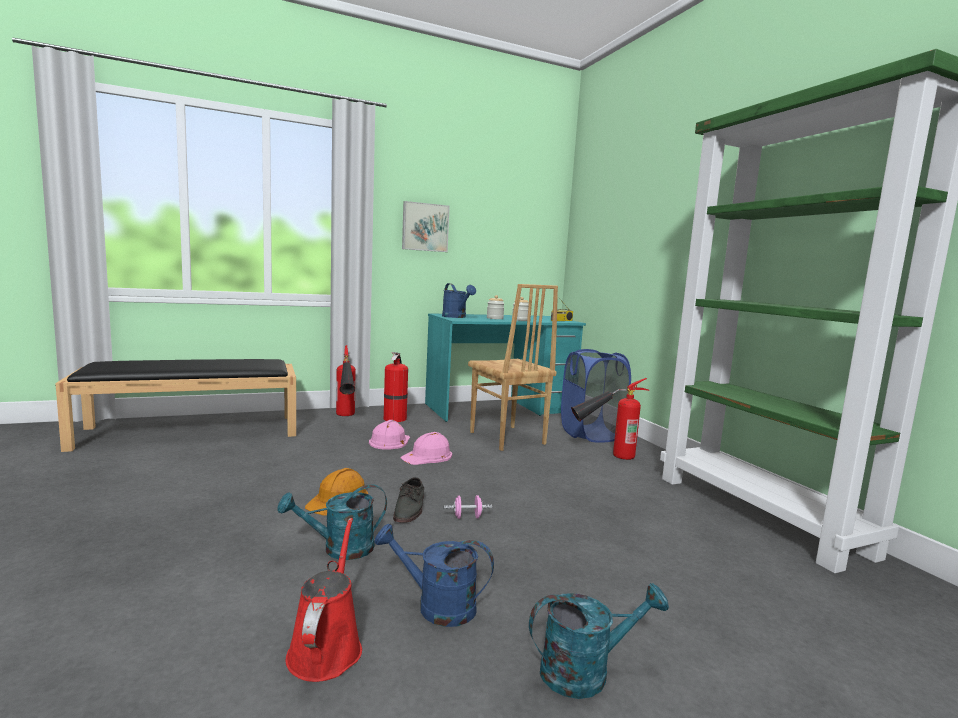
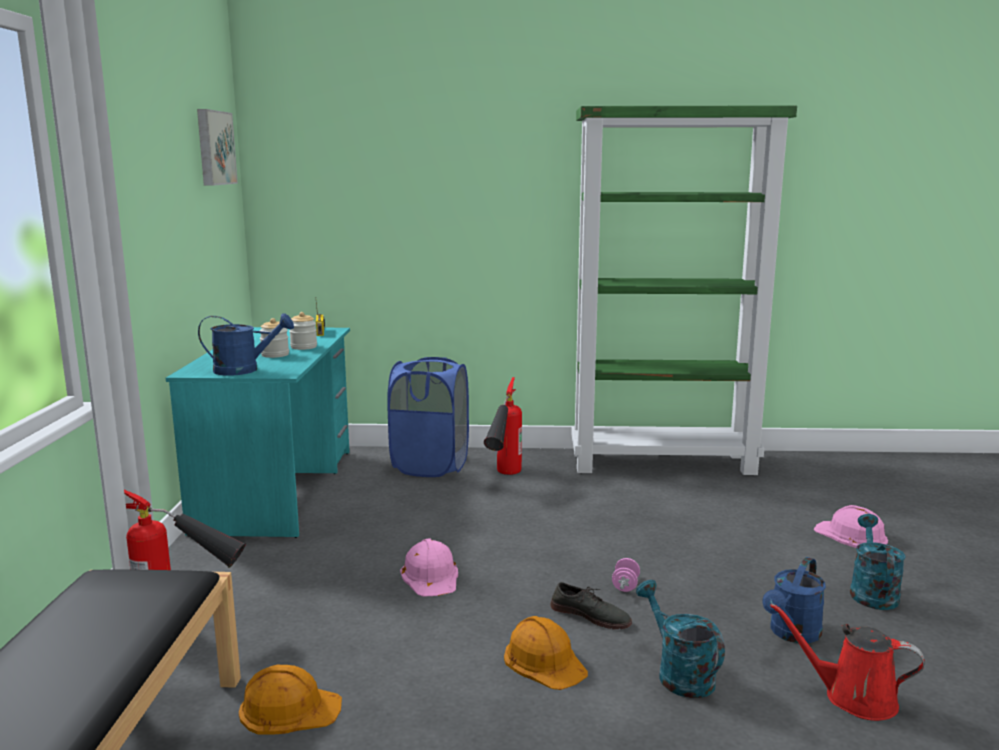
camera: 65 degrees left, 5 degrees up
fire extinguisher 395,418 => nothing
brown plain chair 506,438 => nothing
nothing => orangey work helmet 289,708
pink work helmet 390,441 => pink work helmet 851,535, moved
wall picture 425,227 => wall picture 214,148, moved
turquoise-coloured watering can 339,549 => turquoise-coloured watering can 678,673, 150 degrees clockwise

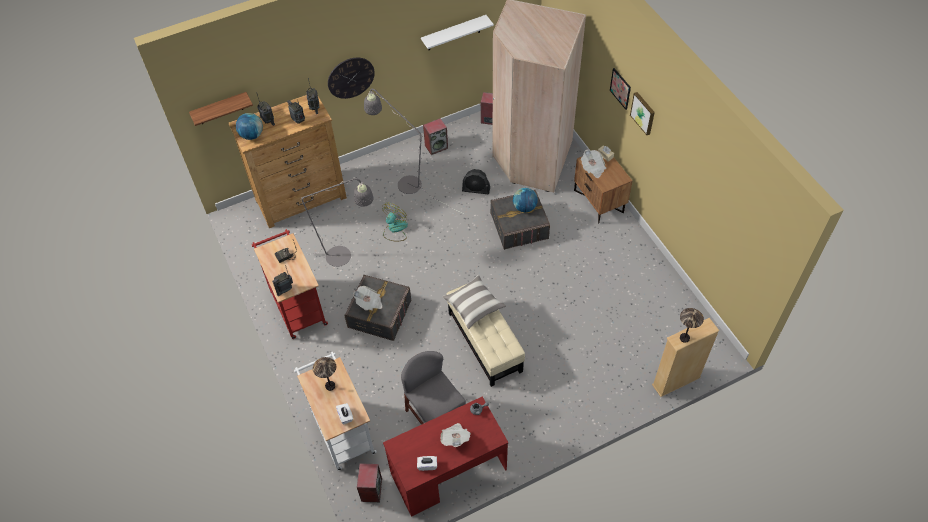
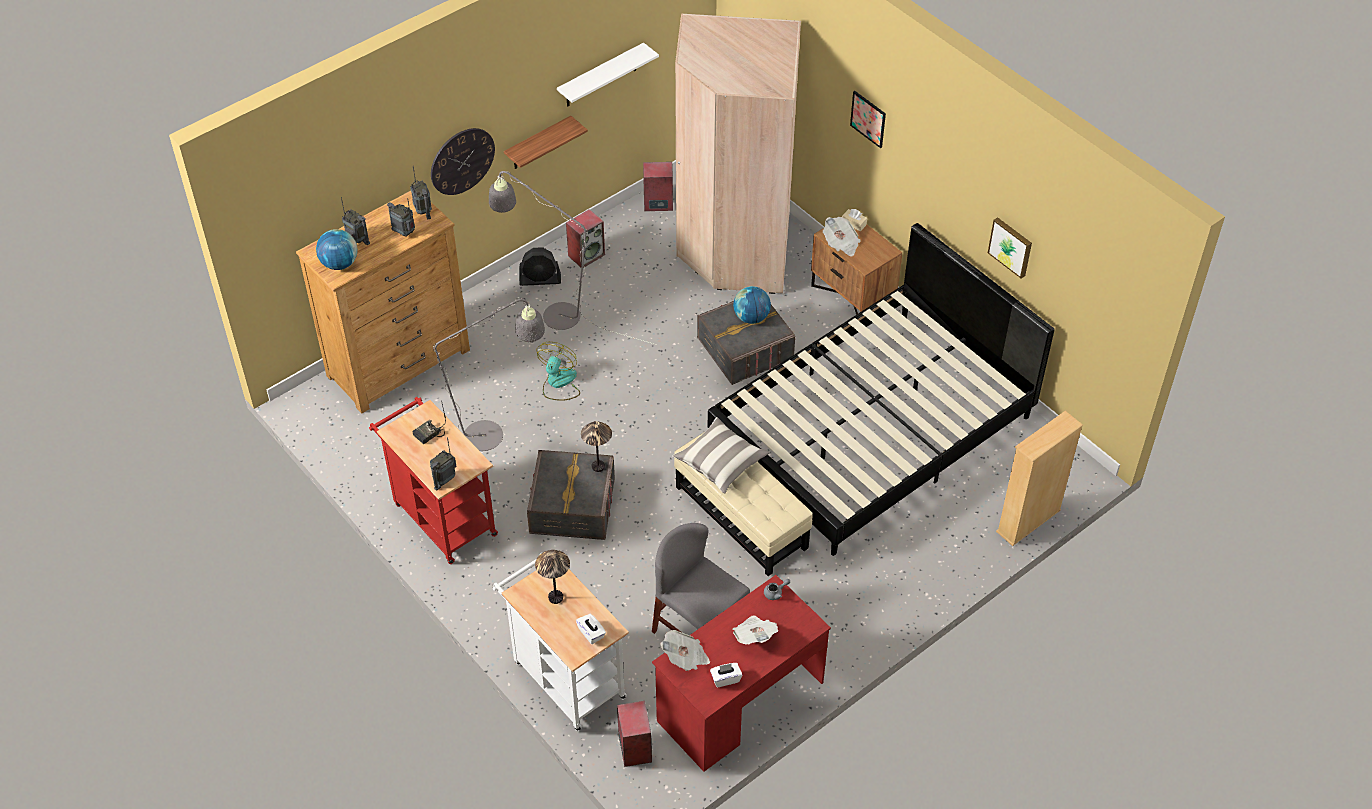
camera: 15 degrees left, 5 degrees down
nothing => blackish bed 872,429
wall shelf 220,109 => wall shelf 538,144, moved
printed paper 369,303 => printed paper 685,658, moved
blackish cooling fan 476,189 => blackish cooling fan 540,280, moved
wall picture 643,113 => wall picture 1011,246, moved
tabletop lamp 684,338 => tabletop lamp 598,466, moved

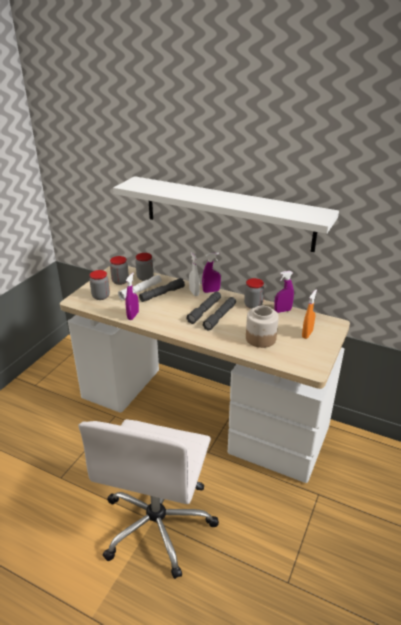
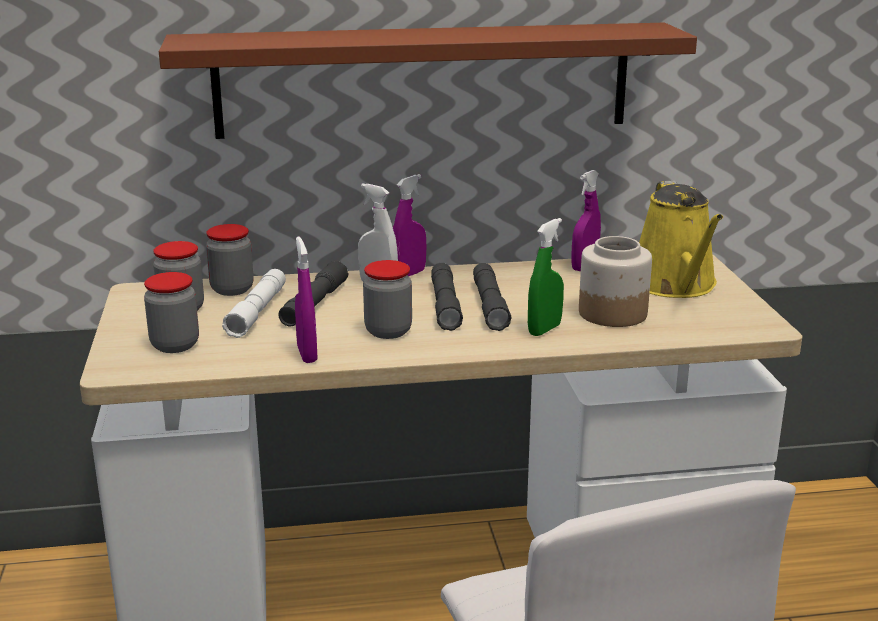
camera: 35 degrees left, 10 degrees down
nothing => green-coloured sprayer 544,330
preserve jar 253,305 => preserve jar 388,331, moved
orangey sprayer 307,334 => yellowish watering can 675,285
white-coloured wall shelf 227,213 => brown wall shelf 423,80

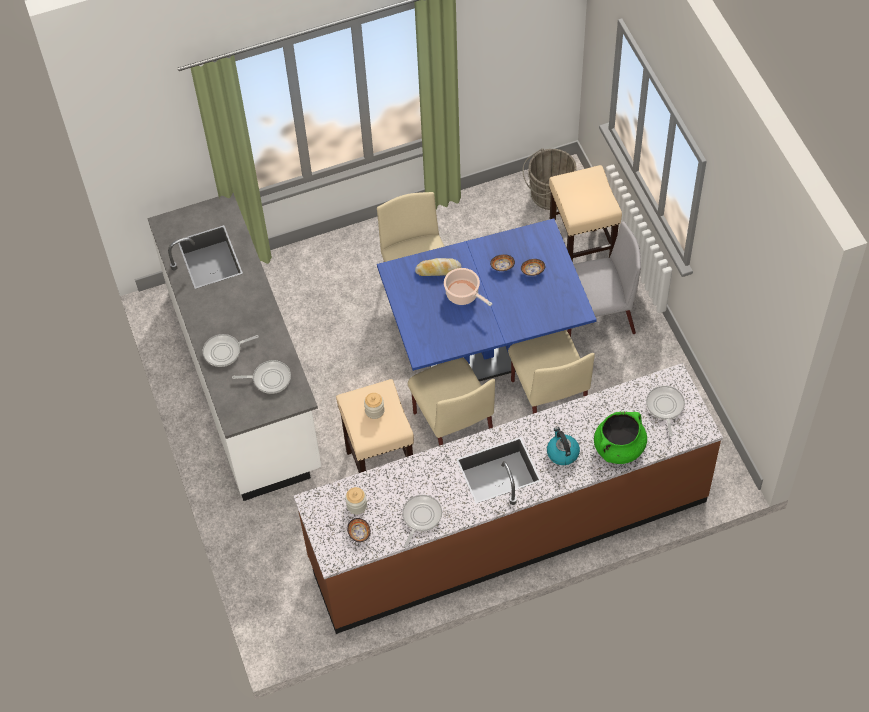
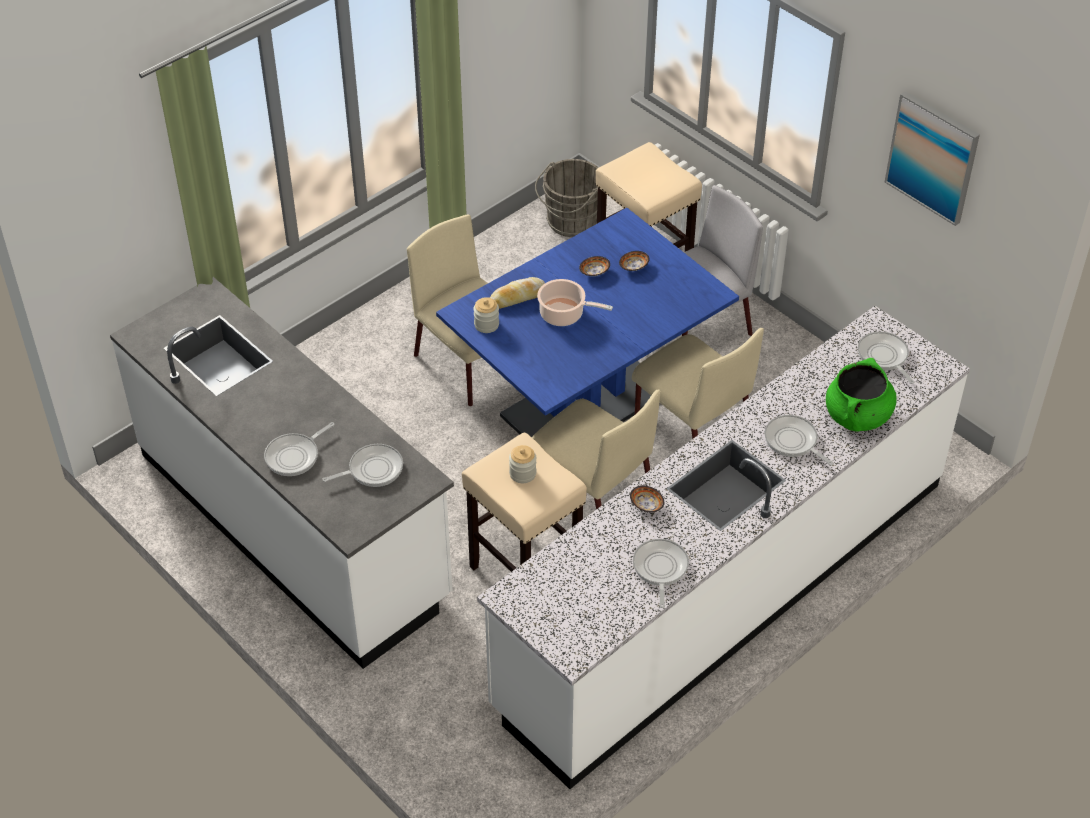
camera: 25 degrees left, 10 degrees down
nothing => wall picture 932,157
preserve jar 357,505 => preserve jar 486,324, moved
serving bowl 359,534 => serving bowl 646,506, moved
tea kettle 562,453 => frying pan 793,441
brown kitchen counter 508,530 => white-coloured kitchen counter 723,592

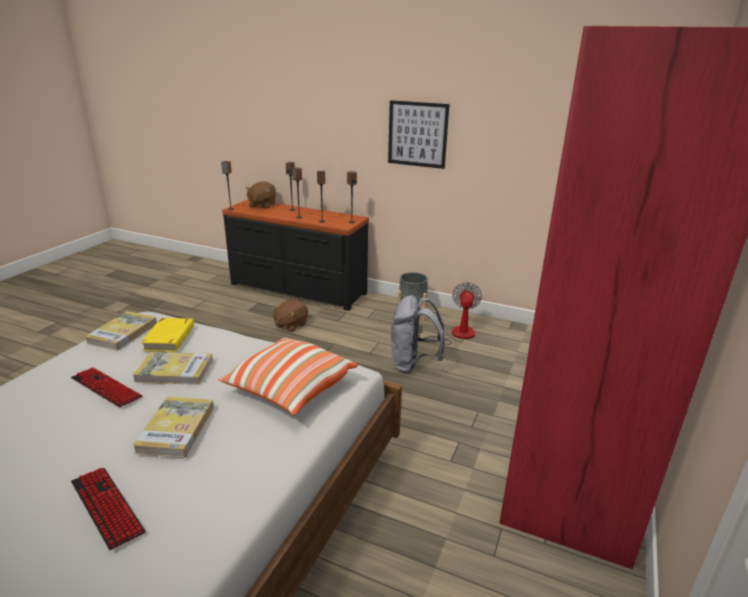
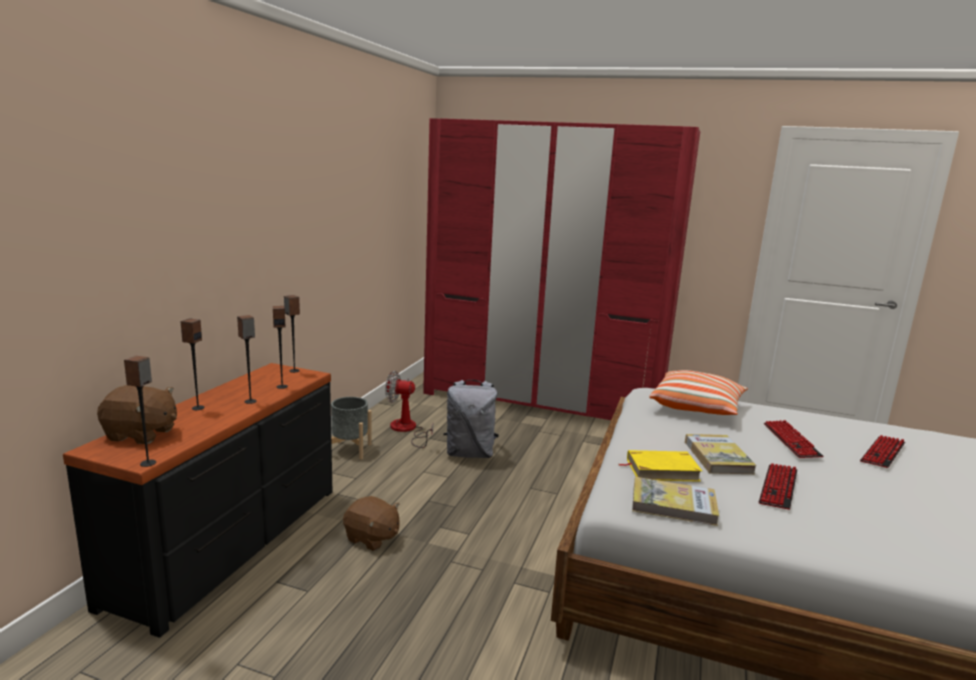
camera: 95 degrees left, 10 degrees down
wall picture 417,134 => nothing
bound book 176,429 => computer keyboard 791,440

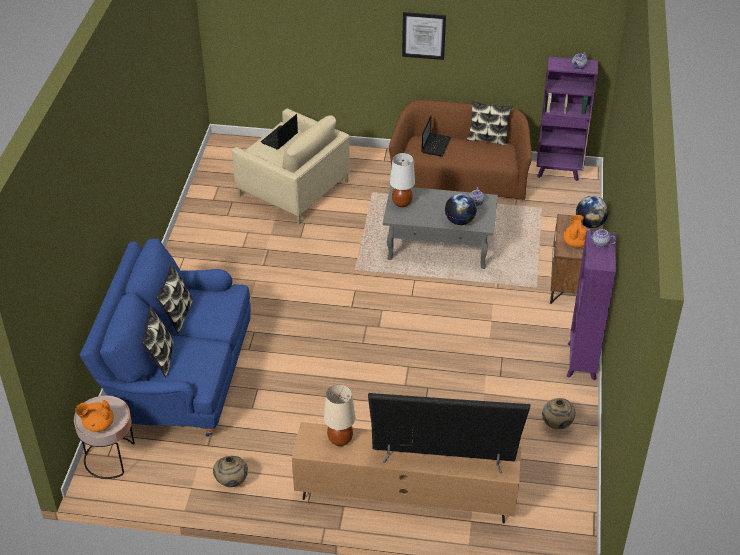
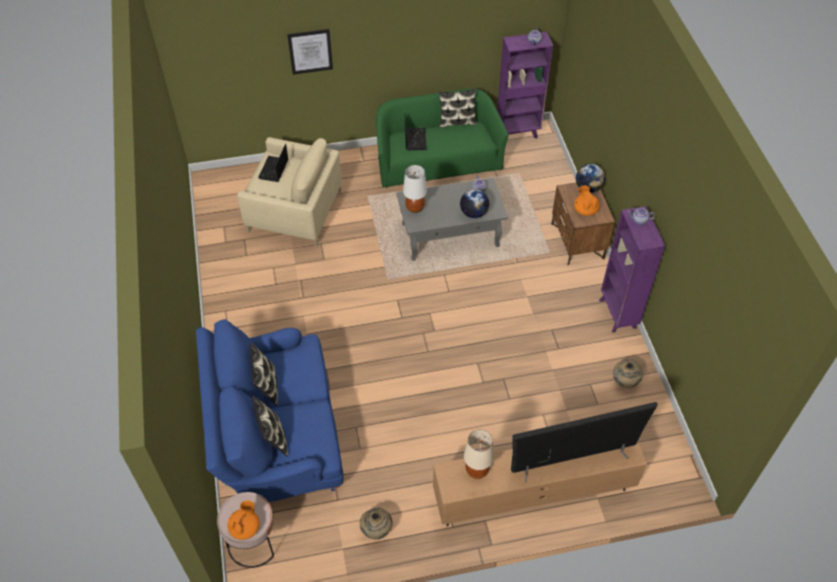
camera: 20 degrees left, 10 degrees up
wall picture 423,35 => wall picture 310,51, moved
brown couch 459,177 => green-coloured couch 437,160
orangey pot for tea 98,424 => orangey pot for tea 245,527, 150 degrees clockwise

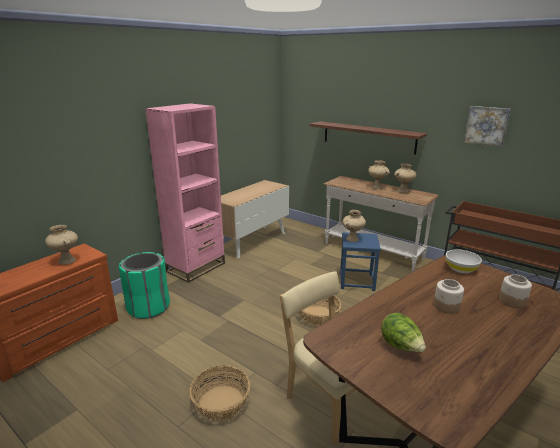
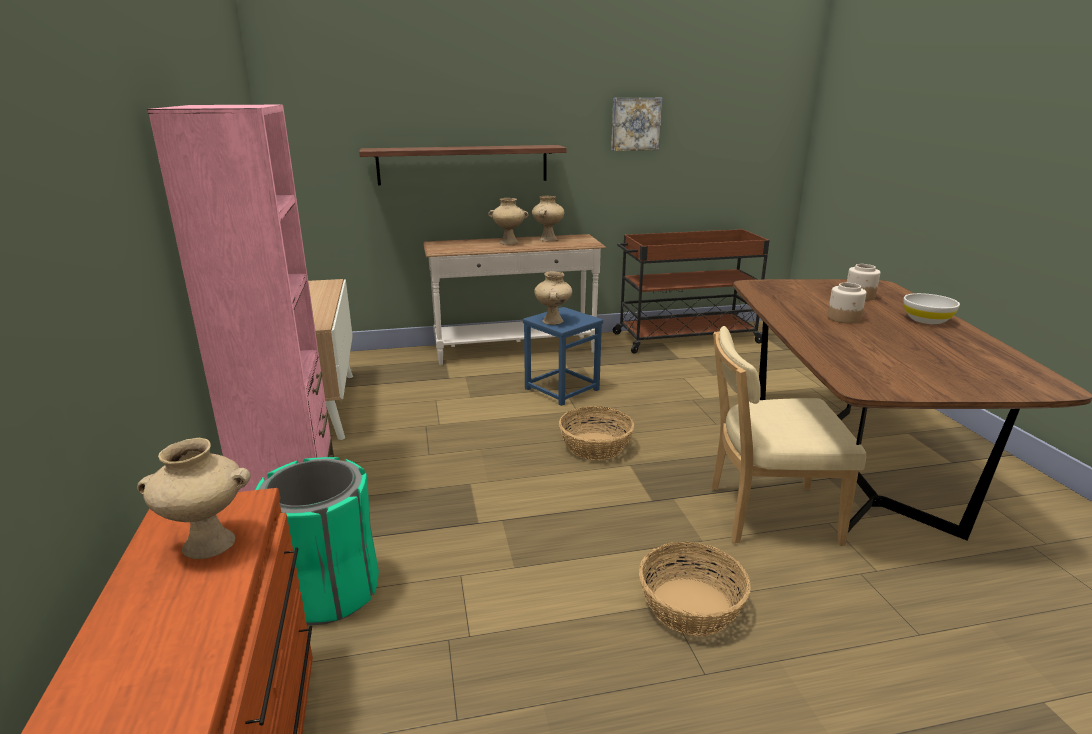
camera: 50 degrees left, 0 degrees up
lettuce 401,346 => nothing
white-coloured serving bowl 461,269 => white-coloured serving bowl 926,320, moved

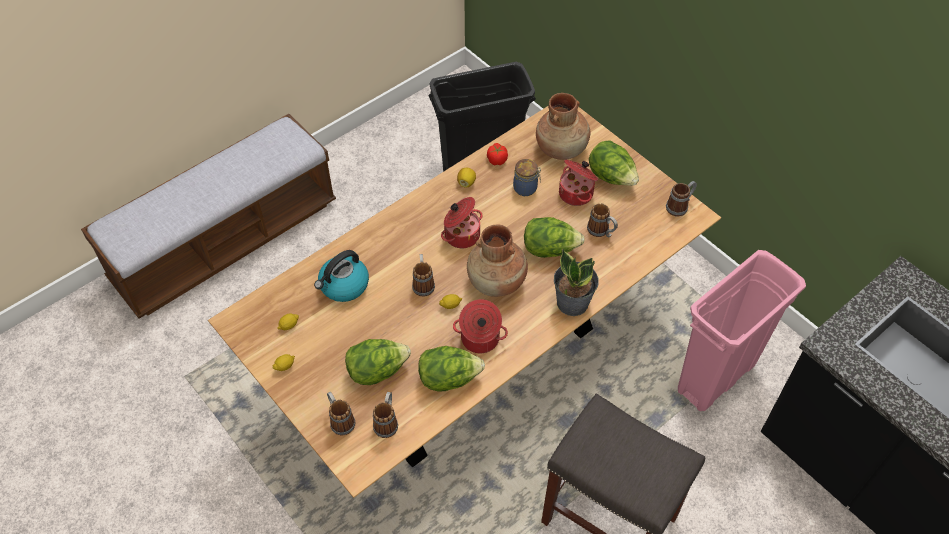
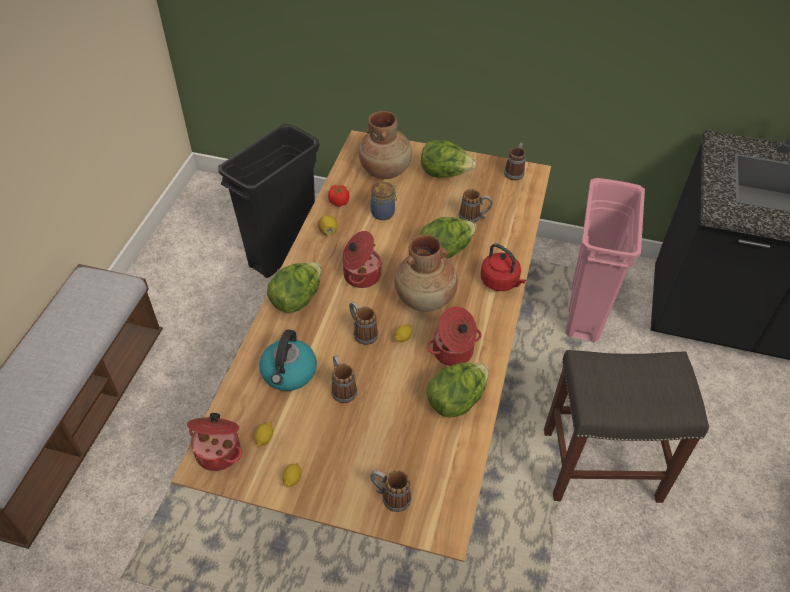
camera: 35 degrees left, 5 degrees down
lettuce 377,371 => lettuce 297,299, moved
coffee mug 387,422 => coffee mug 342,388, moved
stockpot 576,193 => stockpot 219,451, moved
plant in a pot 572,302 => red tea kettle 501,282

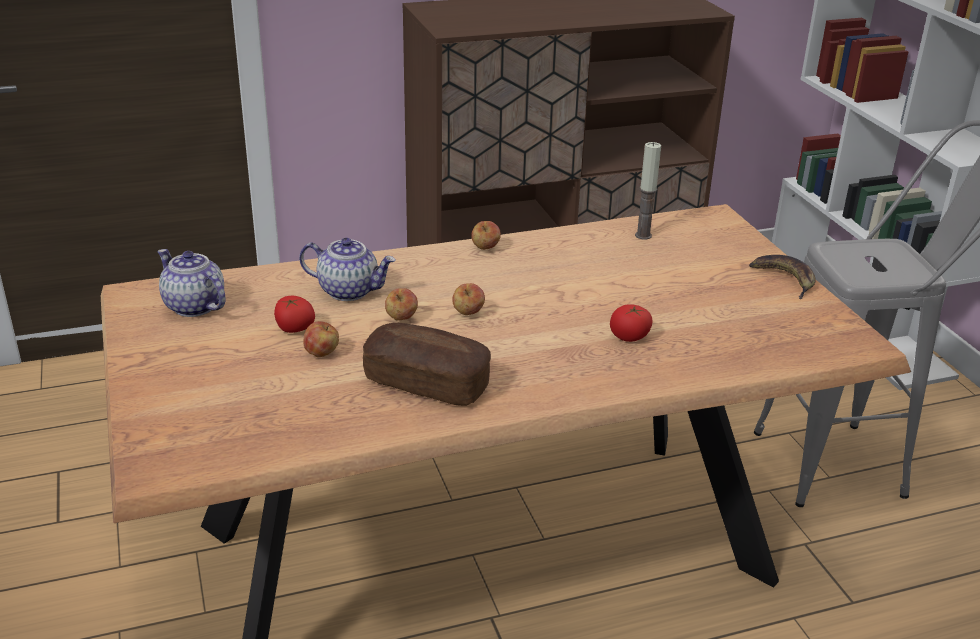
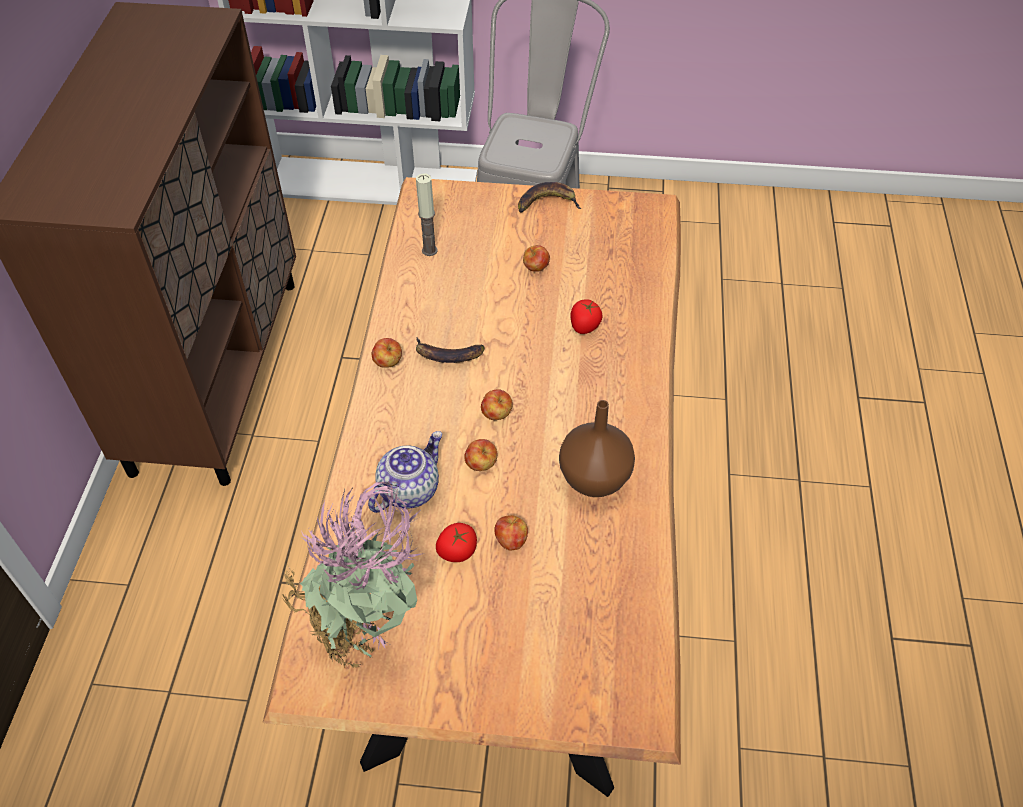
camera: 65 degrees left, 20 degrees up
nothing => whole banana 447,355
nothing => apple fruit 536,268
pot for tea 193,306 => plant in a pot 367,629
baked bread 427,383 => brown vase 592,479

